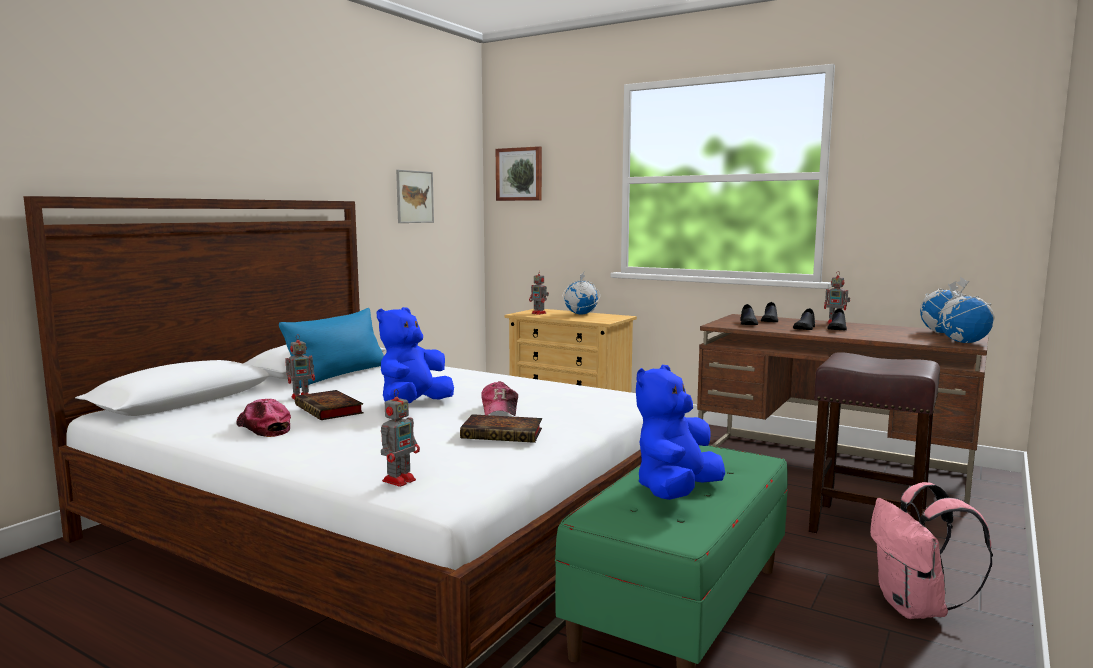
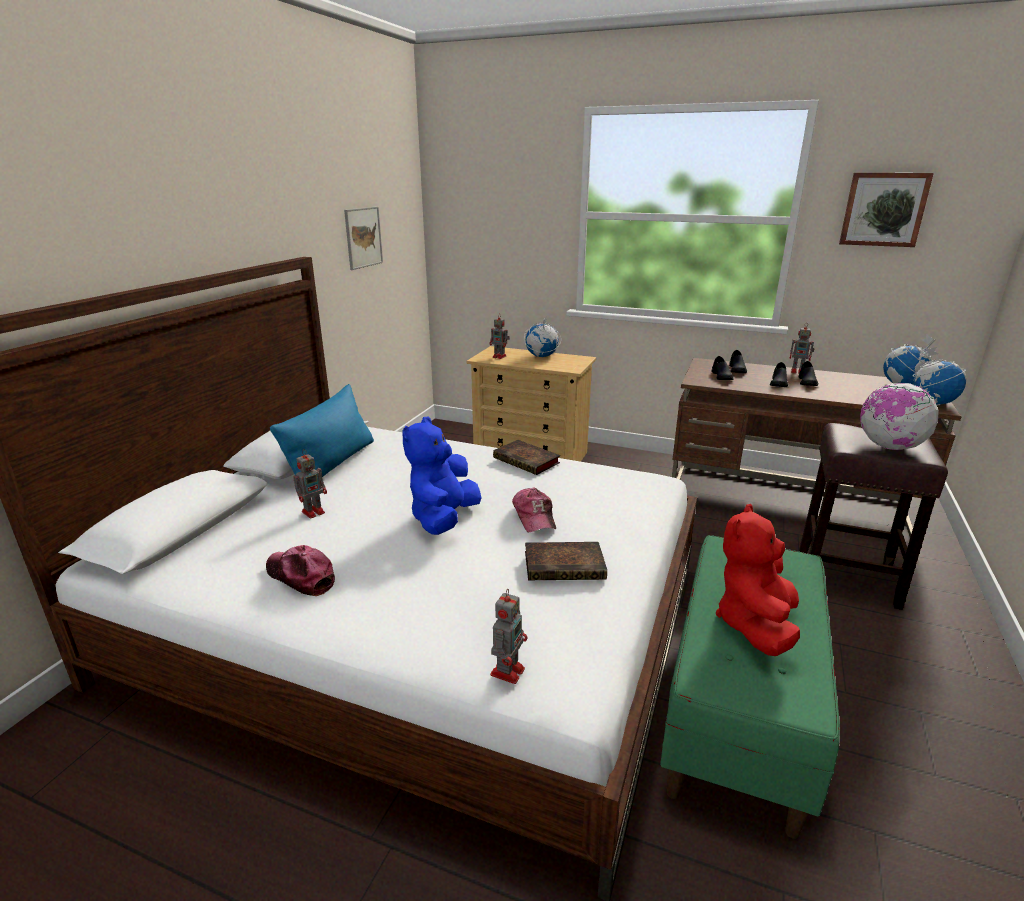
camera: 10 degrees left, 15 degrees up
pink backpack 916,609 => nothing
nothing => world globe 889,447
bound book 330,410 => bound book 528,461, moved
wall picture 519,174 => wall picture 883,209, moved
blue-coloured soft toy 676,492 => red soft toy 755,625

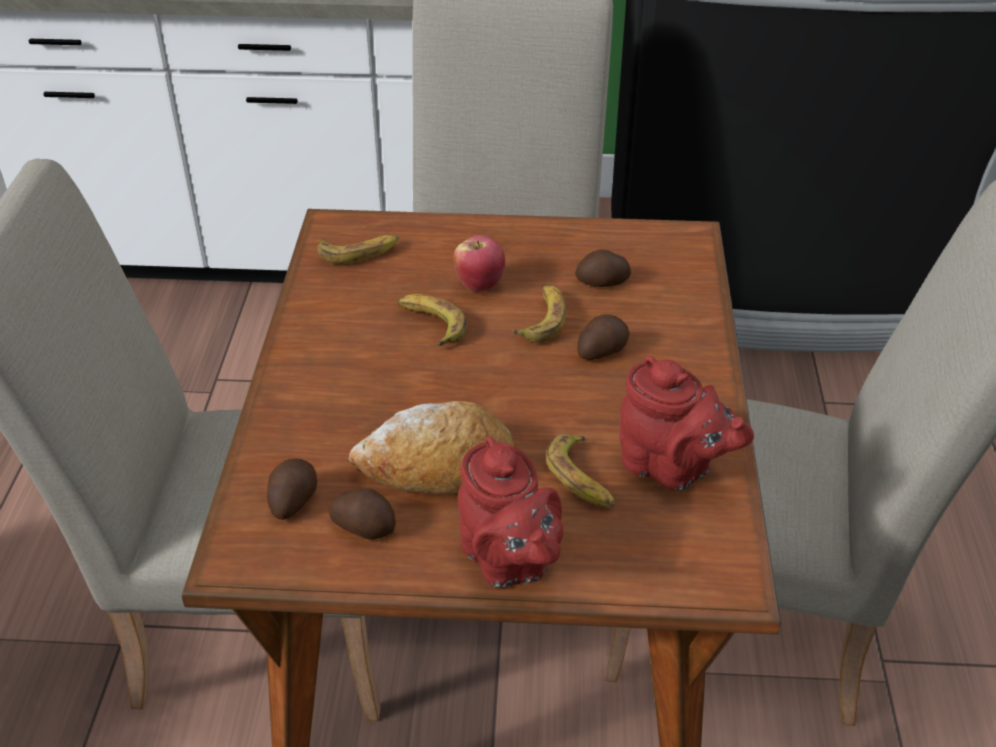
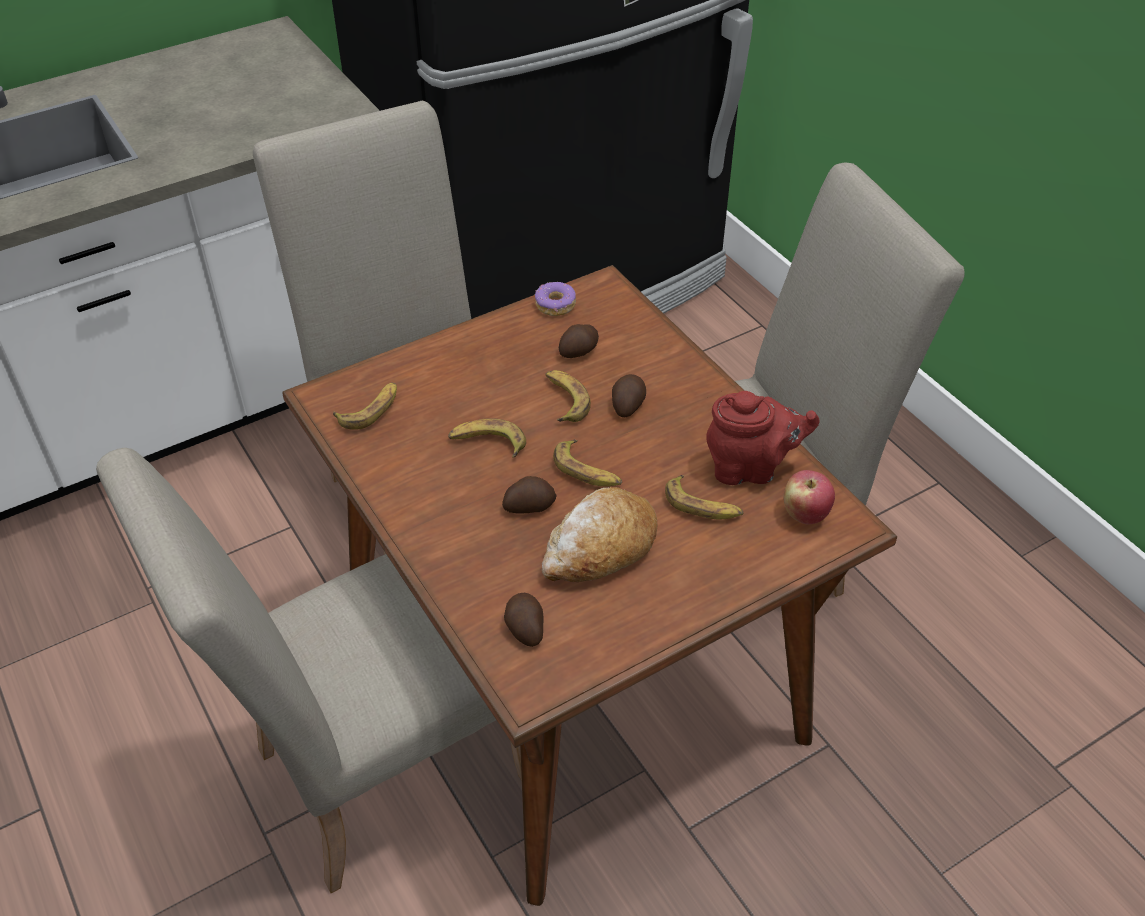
camera: 35 degrees left, 5 degrees up
red pot for tea 508,562 => nothing
nothing => donut 555,305
nothing => whole banana 587,471
spud 364,526 => spud 529,505, moved
apple fruit 479,285 => apple fruit 805,514, moved

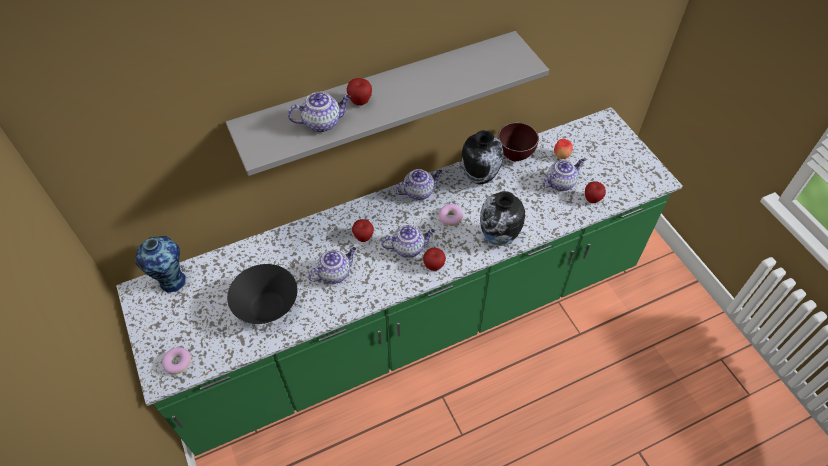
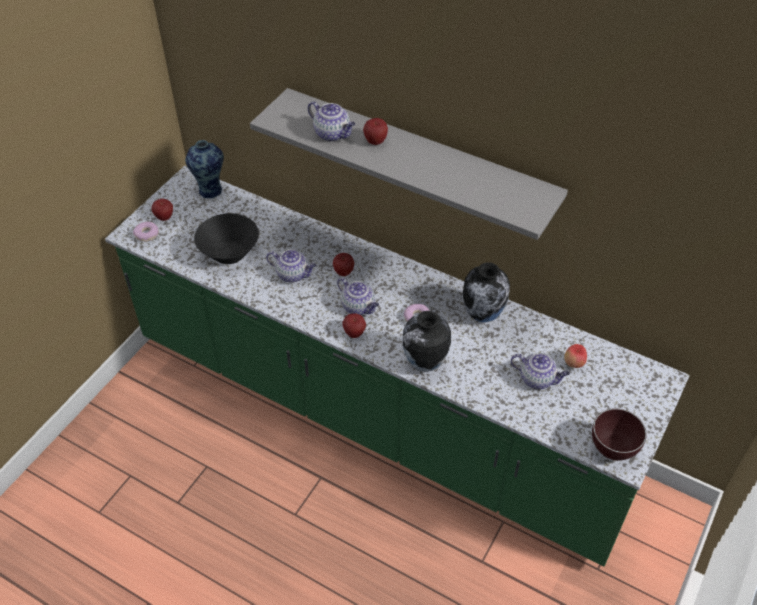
camera: 55 degrees right, 5 degrees down
pot for tea 419,191 => nothing
brown serving bowl 514,155 => brown serving bowl 613,450, moved
apple fruit 592,199 => apple fruit 164,217, moved

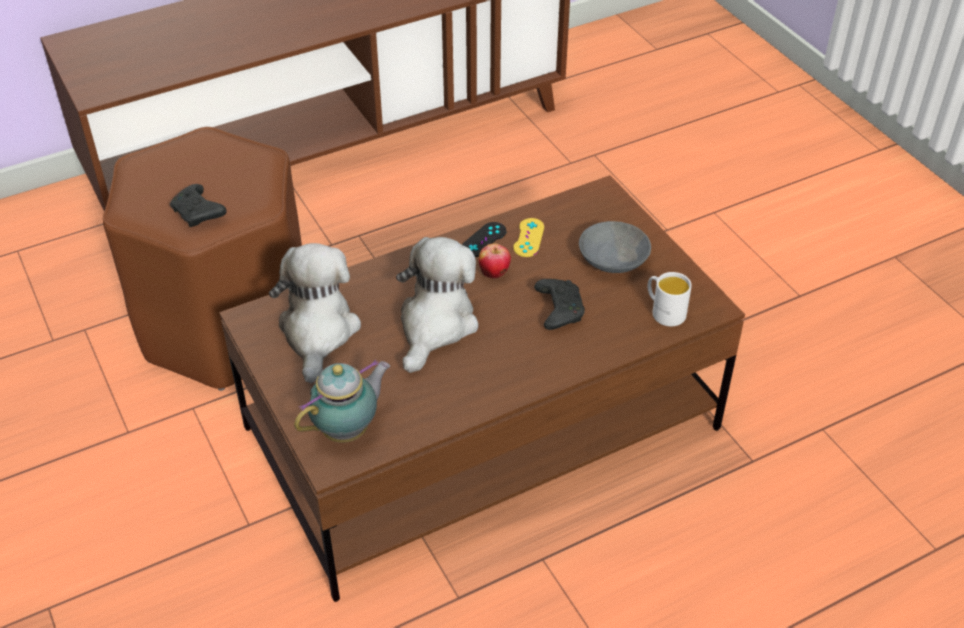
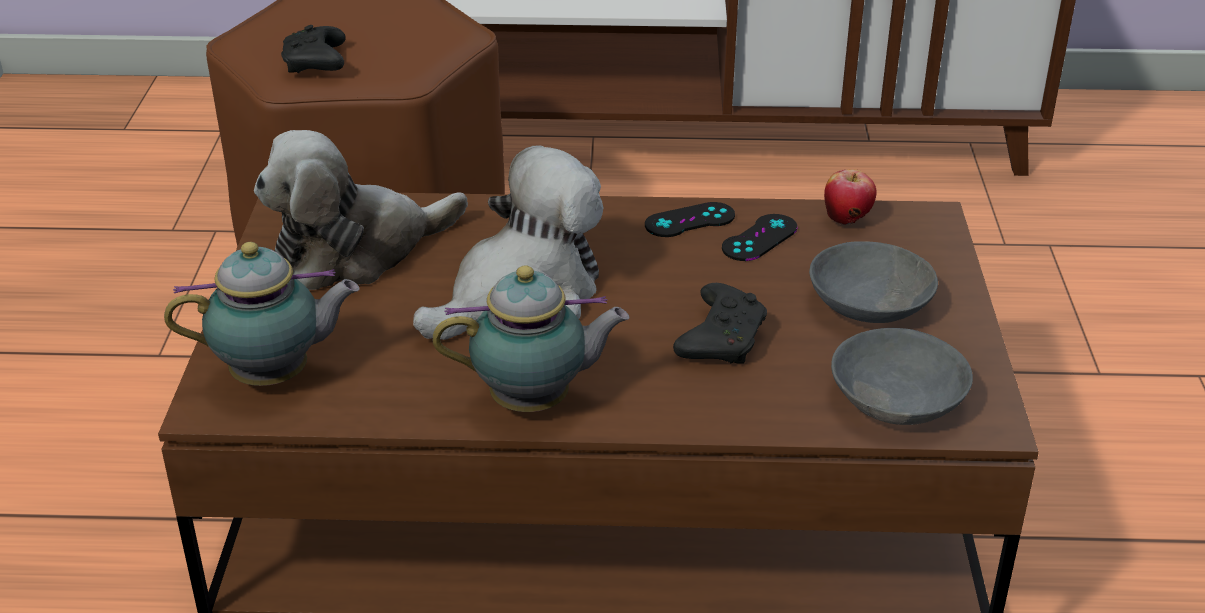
camera: 30 degrees right, 10 degrees down
nothing => pot for tea 536,402
apple fruit 494,273 => apple fruit 847,220, moved
white-coloured coffee mug 664,311 => gray serving bowl 894,399
yellowish gamepad 528,238 => blackish gamepad 759,238
soft toy 318,332 => soft toy 357,251, 150 degrees counterclockwise

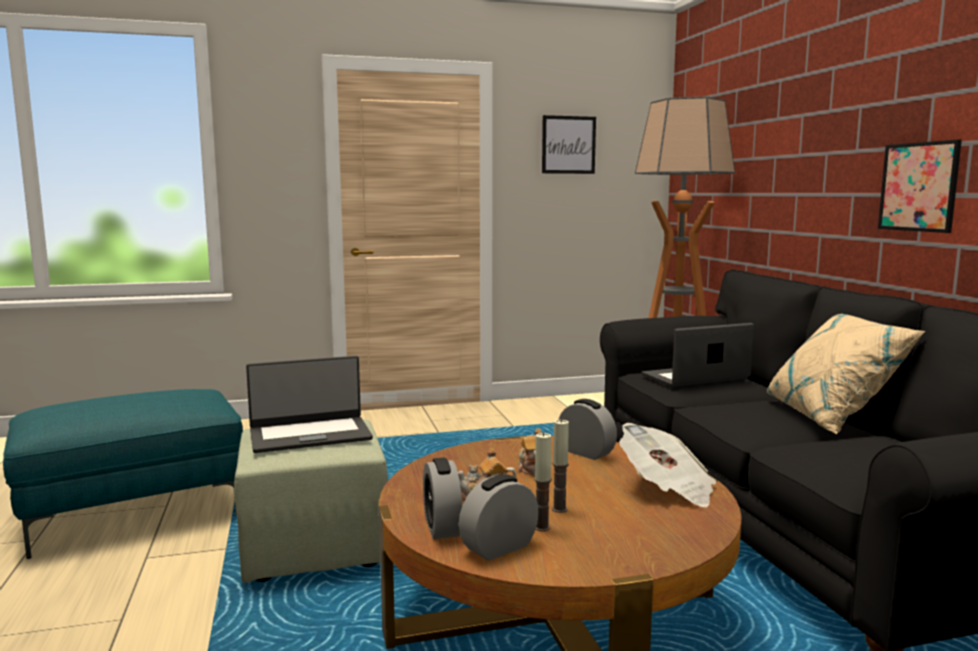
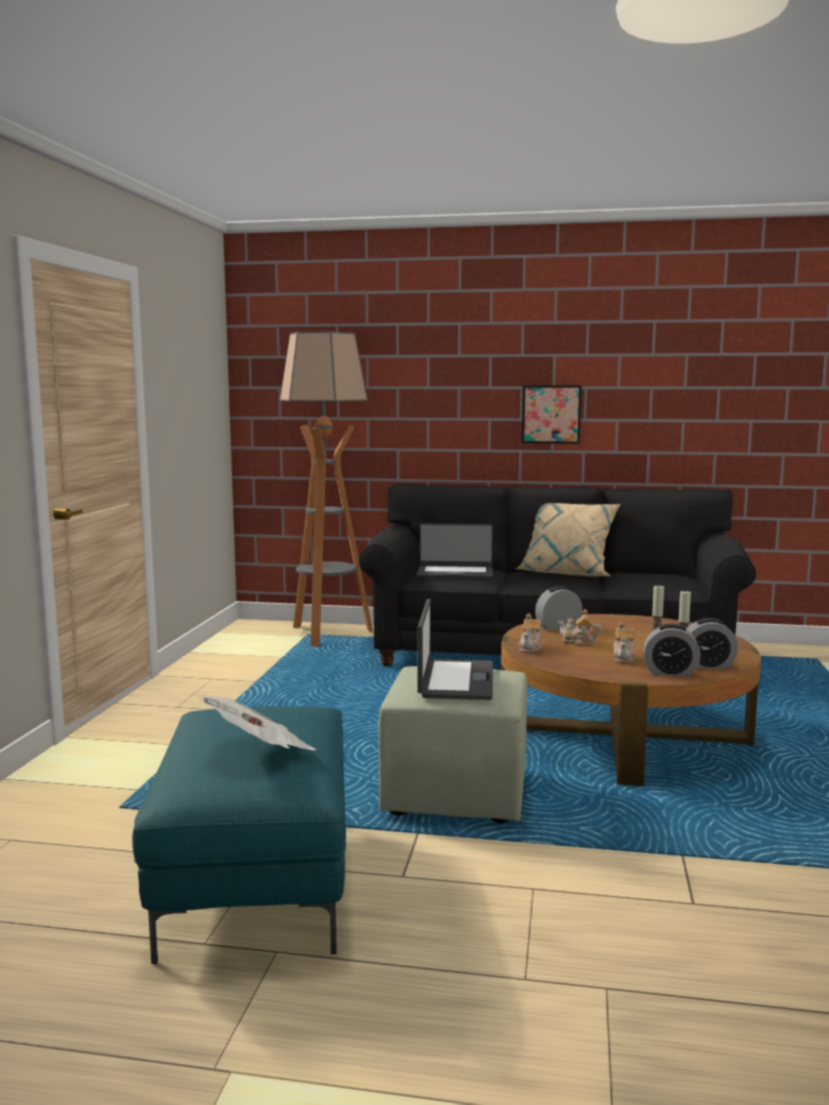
camera: 65 degrees left, 0 degrees up
wall picture 568,145 => nothing
nothing => pot for tea 530,648
printed paper 667,489 => printed paper 259,751, moved
table clock 499,547 => table clock 707,666, 75 degrees counterclockwise
notebook computer 696,377 => notebook computer 455,573, 90 degrees counterclockwise

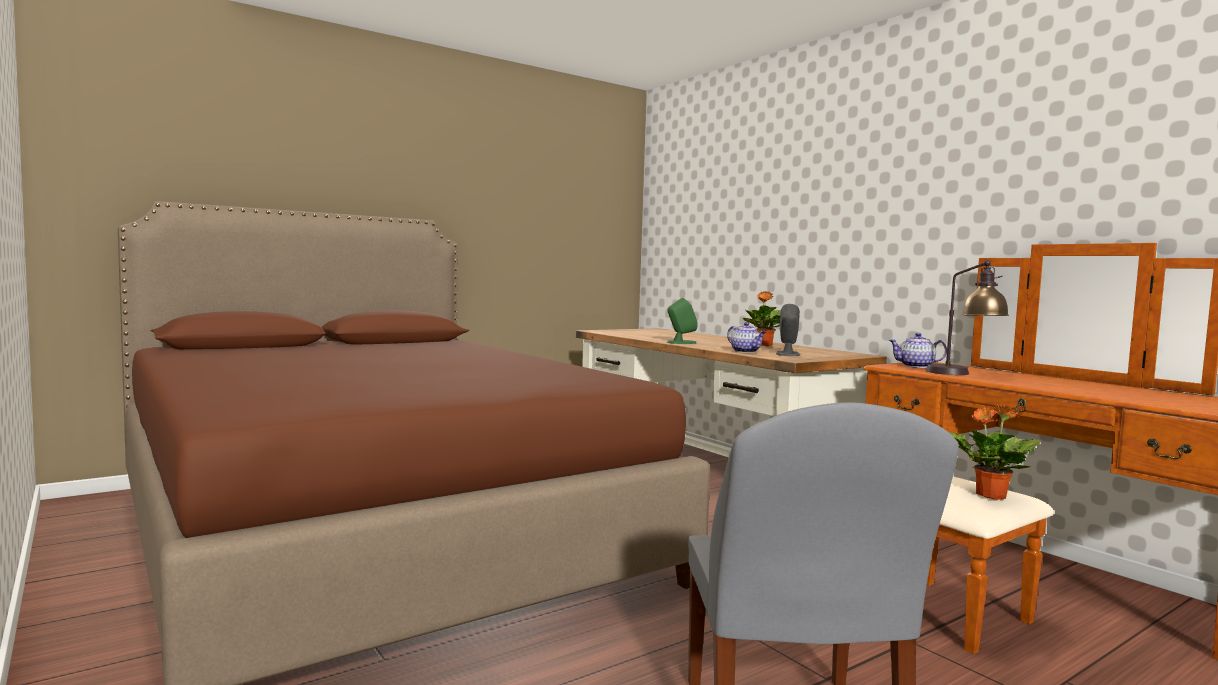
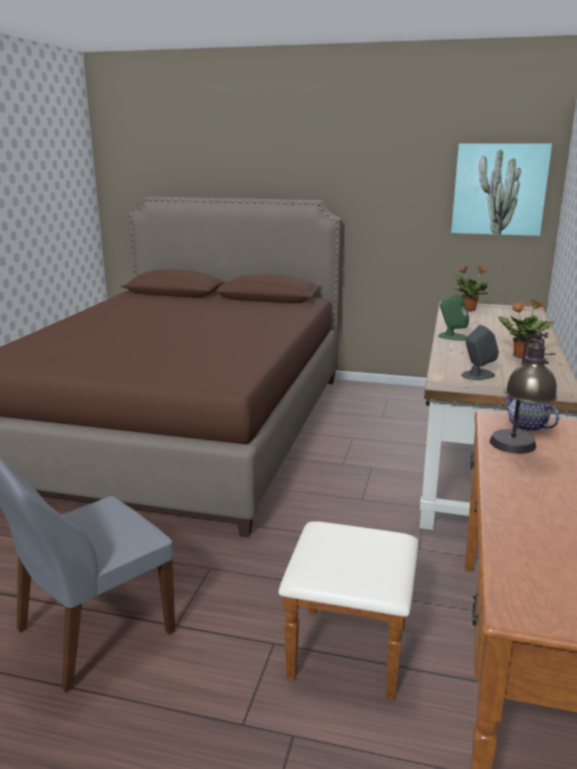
camera: 50 degrees right, 15 degrees up
pot for tea 746,351 => nothing
nothing => wall picture 499,189
plant in a pot 989,495 => plant in a pot 468,309, moved

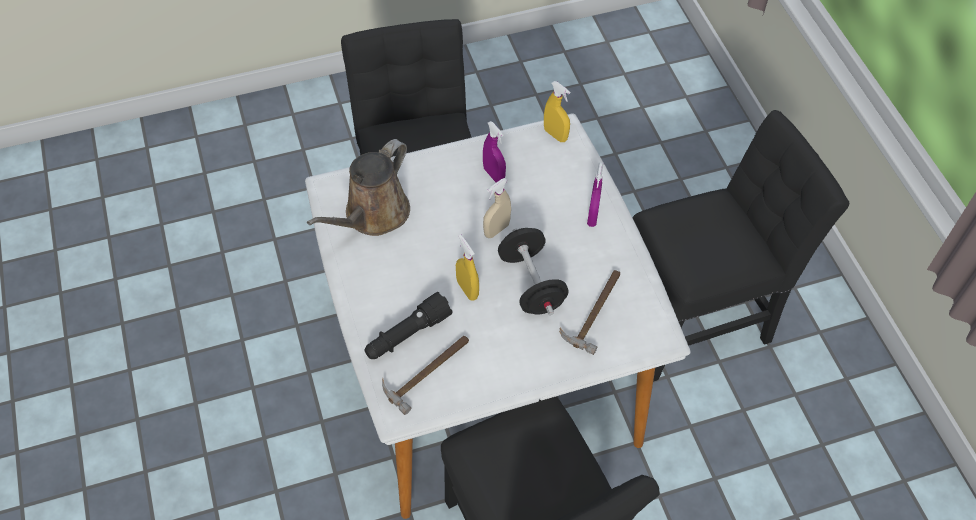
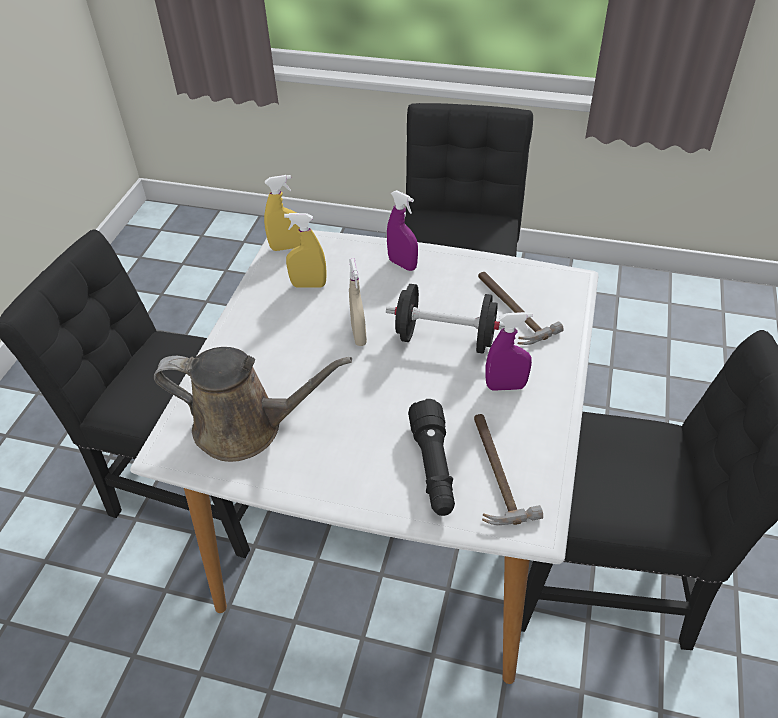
camera: 55 degrees left, 10 degrees down
yellowish sprayer 467,289 => yellowish sprayer 309,285, moved
purple-coloured sprayer 493,175 => purple-coloured sprayer 506,386, moved
brown watering can 373,215 => brown watering can 247,427, 60 degrees counterclockwise

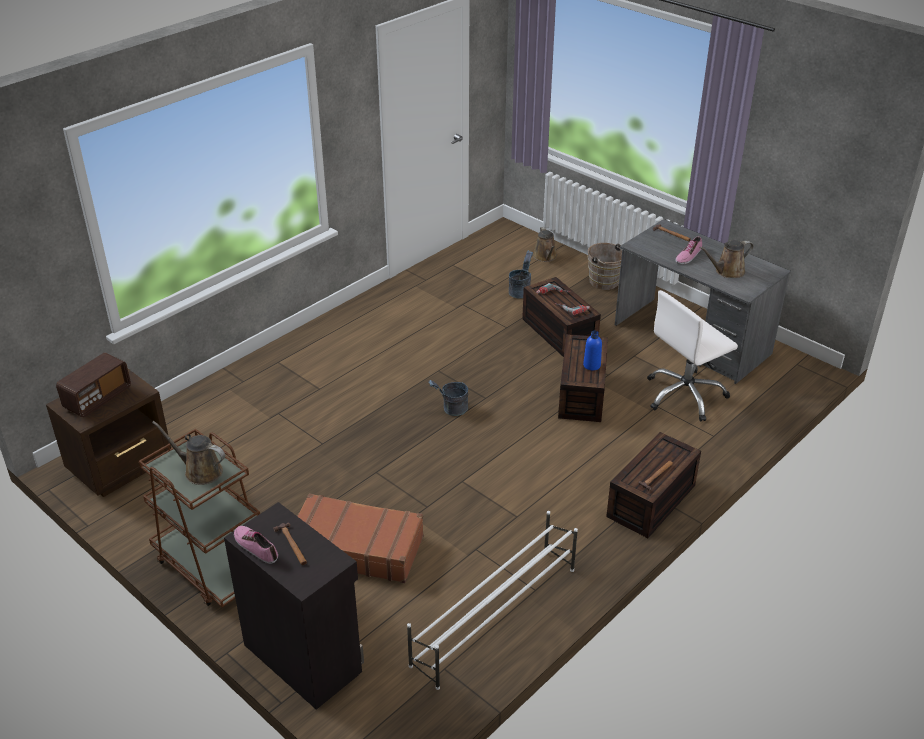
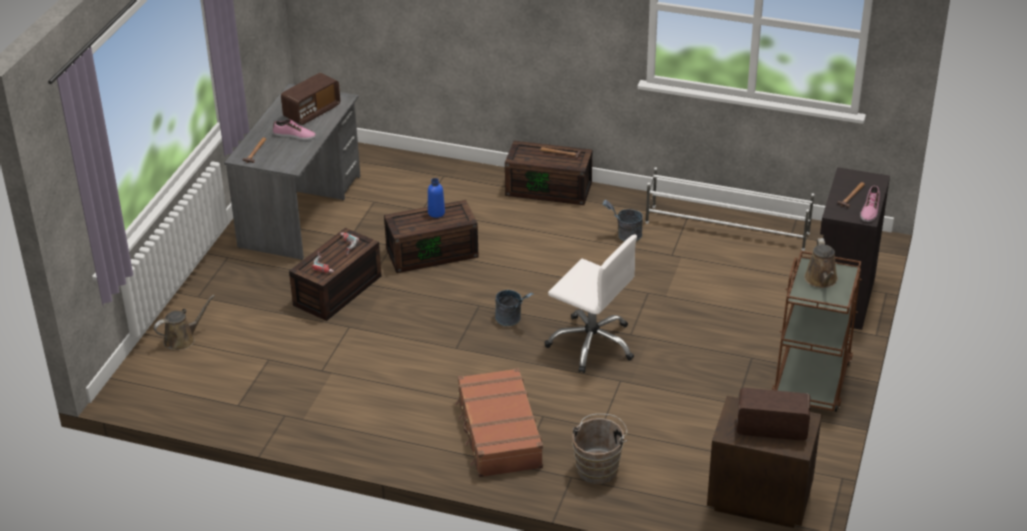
camera: 115 degrees left, 0 degrees up
brown travel case 356,547 => brown travel case 498,433, moved
gray bucket 520,291 => gray bucket 625,235, moved
brown bucket 606,283 => brown bucket 598,467, moved
white-coloured computer chair 685,395 => white-coloured computer chair 592,343, moved
brown watering can 727,272 => radio 312,112

